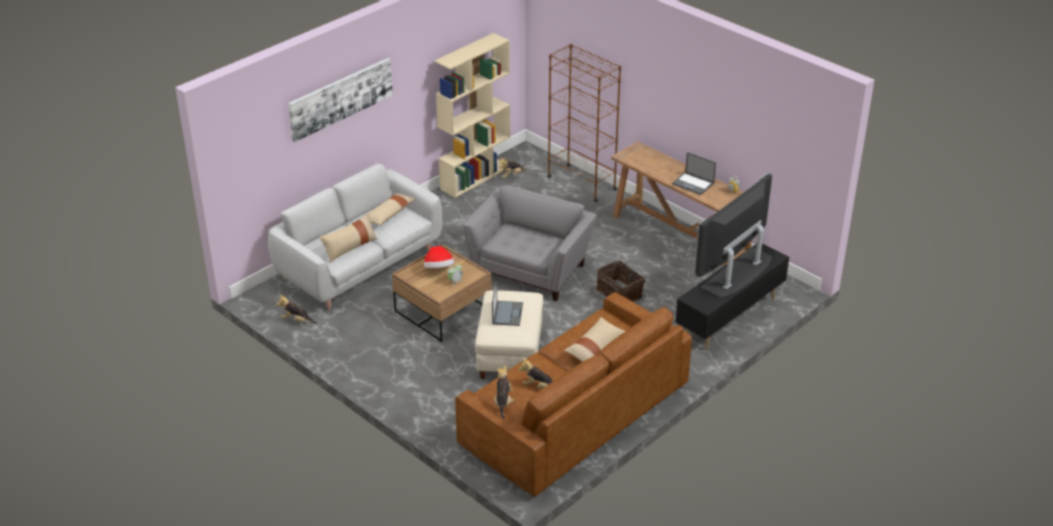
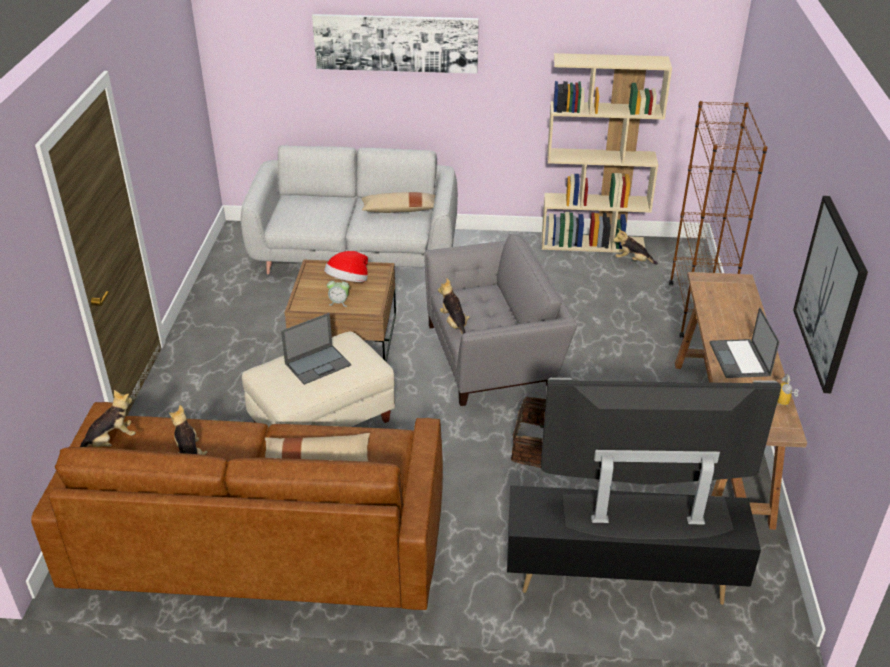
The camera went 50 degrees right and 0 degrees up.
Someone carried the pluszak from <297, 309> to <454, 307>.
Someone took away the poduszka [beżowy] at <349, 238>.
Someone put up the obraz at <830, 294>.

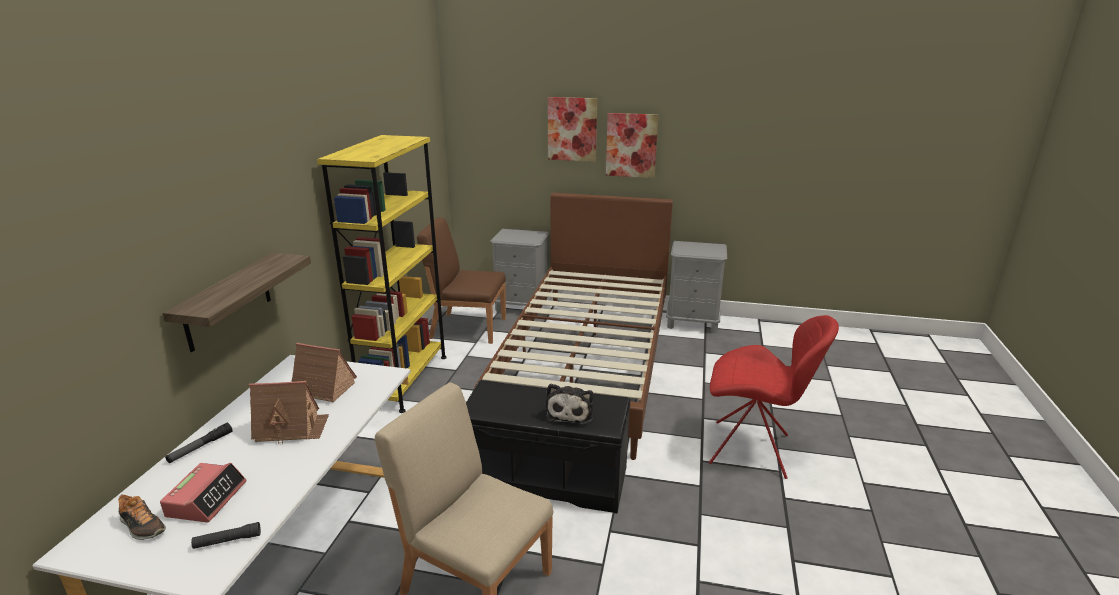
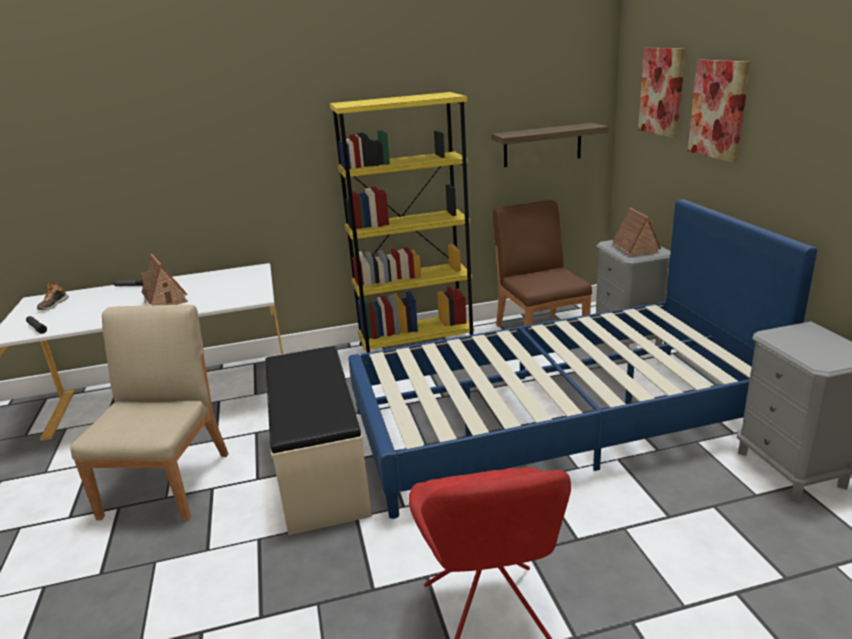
The camera went 65 degrees right and 0 degrees up.
Someone took away the budzik at <203, 493>.
Someone carried the półka from <236, 302> to <549, 145>.
Someone carried the domek from <324, 372> to <636, 232>.
Someone repainted the ławka [czarny] at <548, 447>, which became the ławka [beżowy] at <318, 440>.
Someone repainted the łóżko [brązowy] at <573, 326>, which became the łóżko [niebieski] at <582, 359>.
Someone took away the pluszak at <569, 404>.
Someone carried the obraz from <632, 145> to <662, 93>.

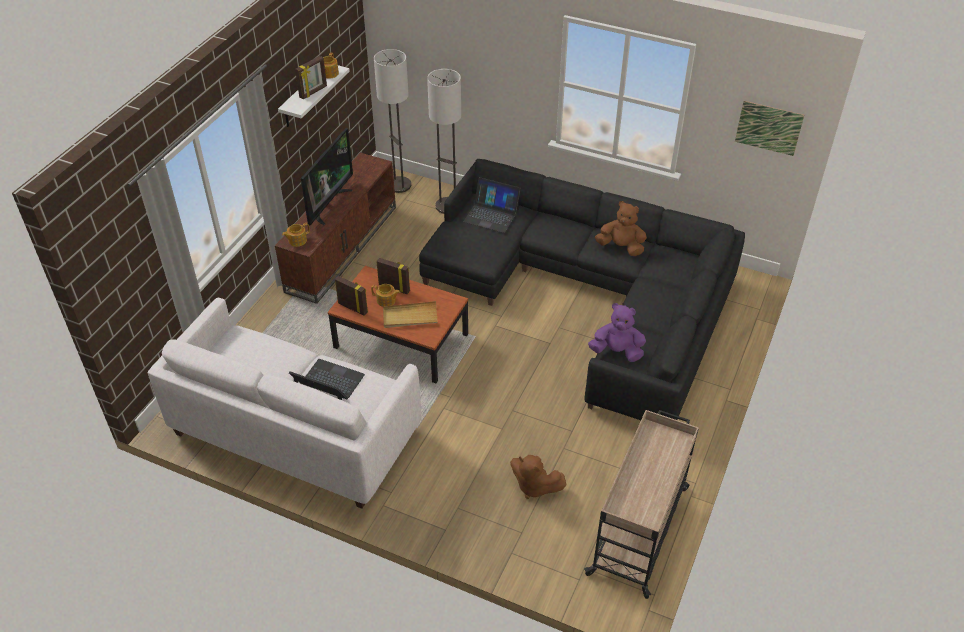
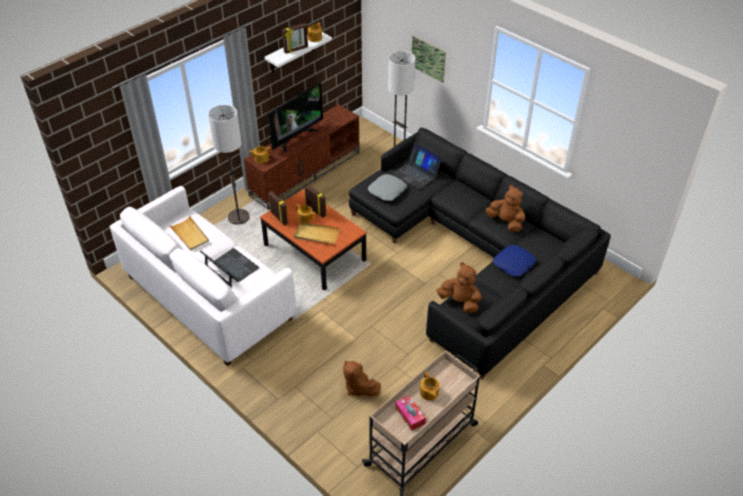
The camera went 20 degrees right and 0 degrees up.
Someone carried the lampa stojąca from <392, 121> to <229, 164>.
Someone repainted the pluszak [fioletowy] at <617, 332>, which became the pluszak [brązowy] at <459, 287>.
Someone carried the obraz from <769, 128> to <429, 59>.
Someone put down the taca [beżowy] at <189, 233>.
Someone put down the poduszka [szary] at <387, 187>.
Someone put down the pudełko chusteczek at <410, 413>.
Someone put down the imbryk at <429, 386>.
Someone put down the poduszka [niebieski] at <514, 261>.

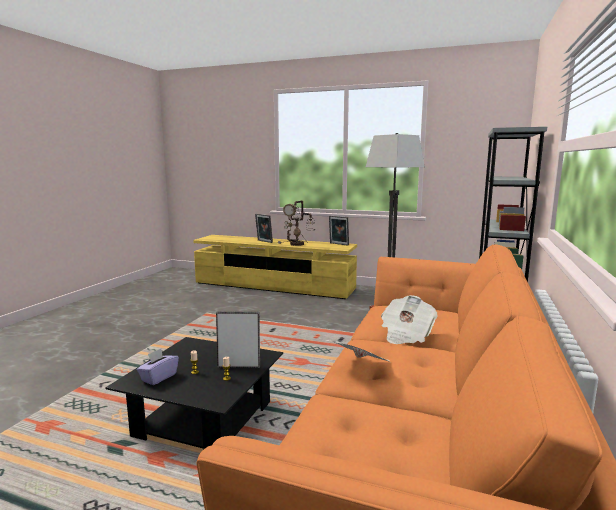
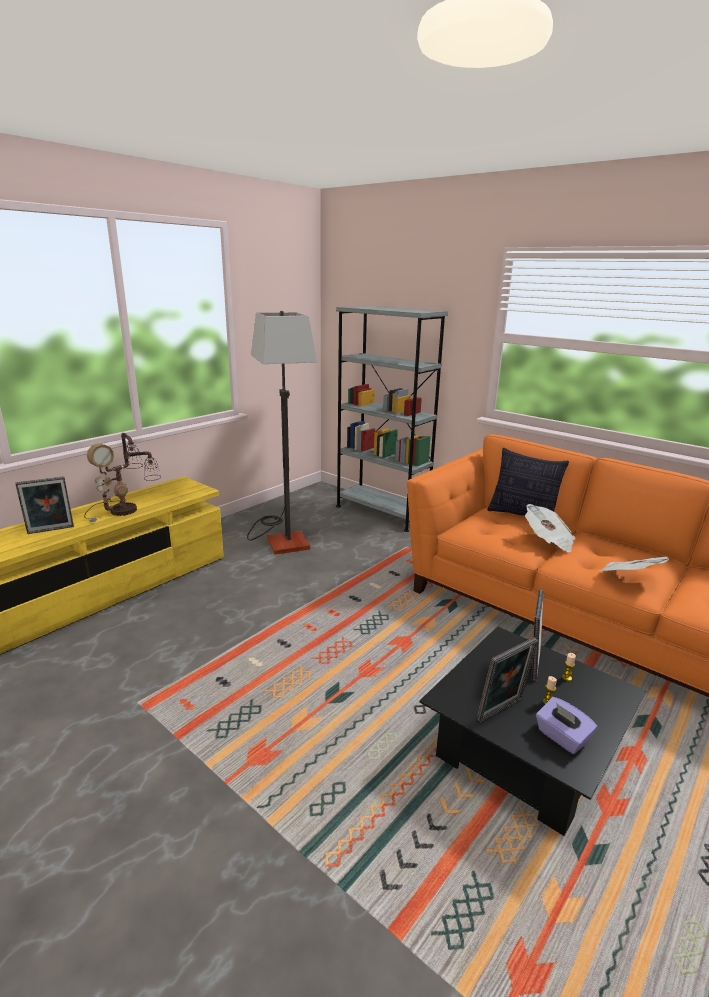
The camera went 70 degrees left and 10 degrees up.
Someone carried the ramka na zdjęcie from <339, 231> to <507, 680>.
Someone put down the poduszka at <528, 482>.

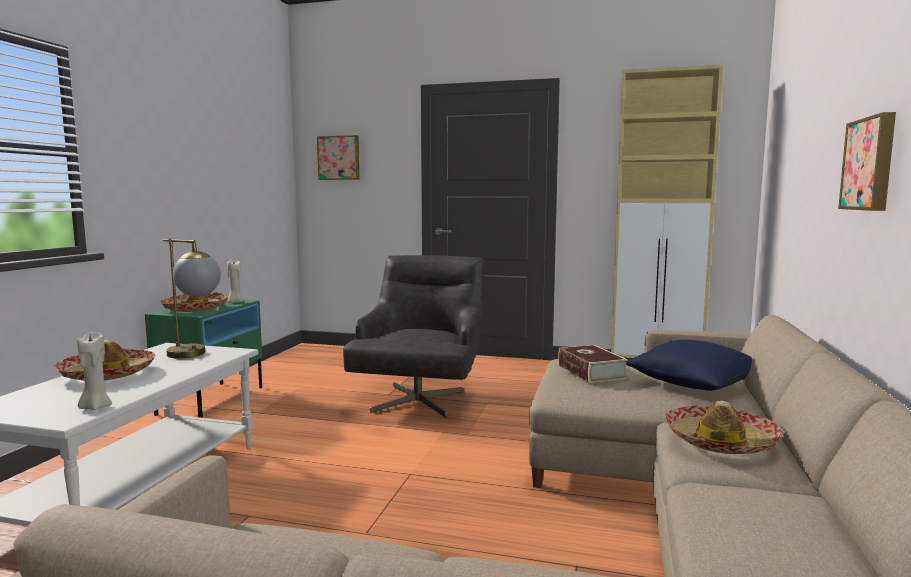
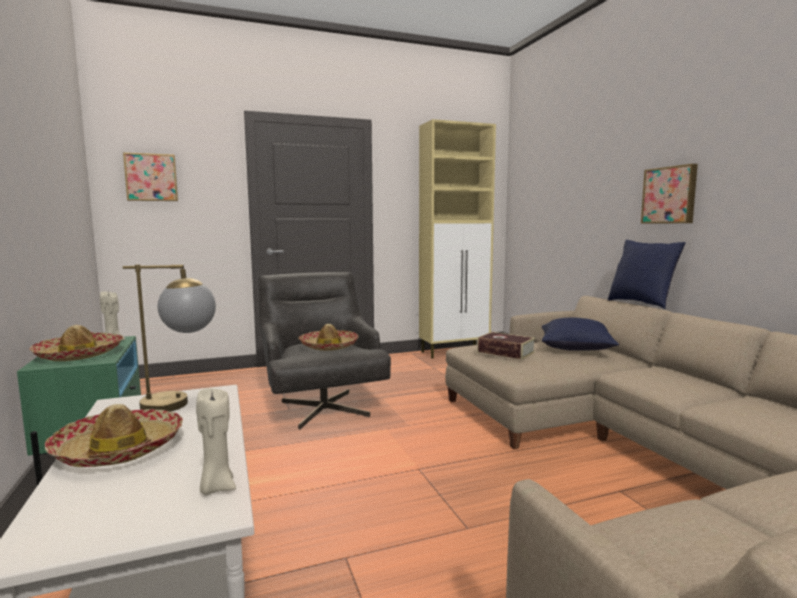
The camera went 35 degrees left and 0 degrees up.
Someone carried the kapelusz from <723, 427> to <328, 337>.
Someone put down the poduszka [niebieski] at <647, 274>.

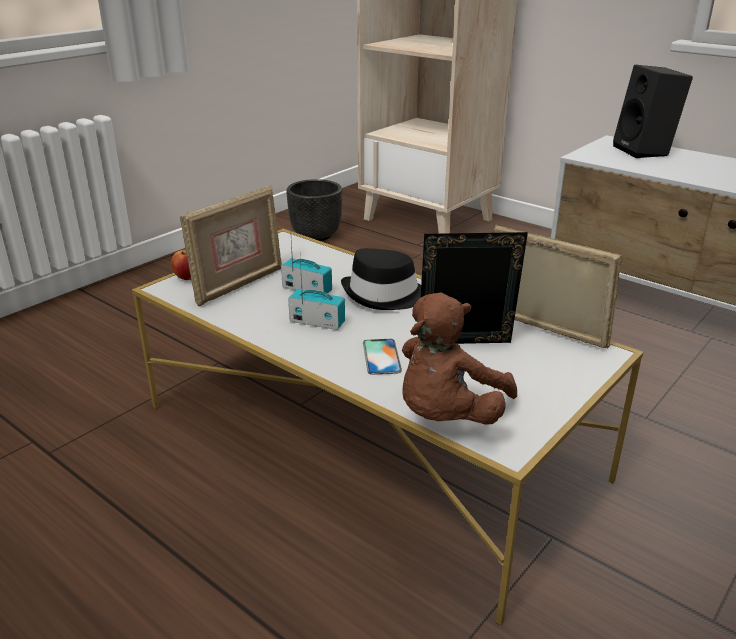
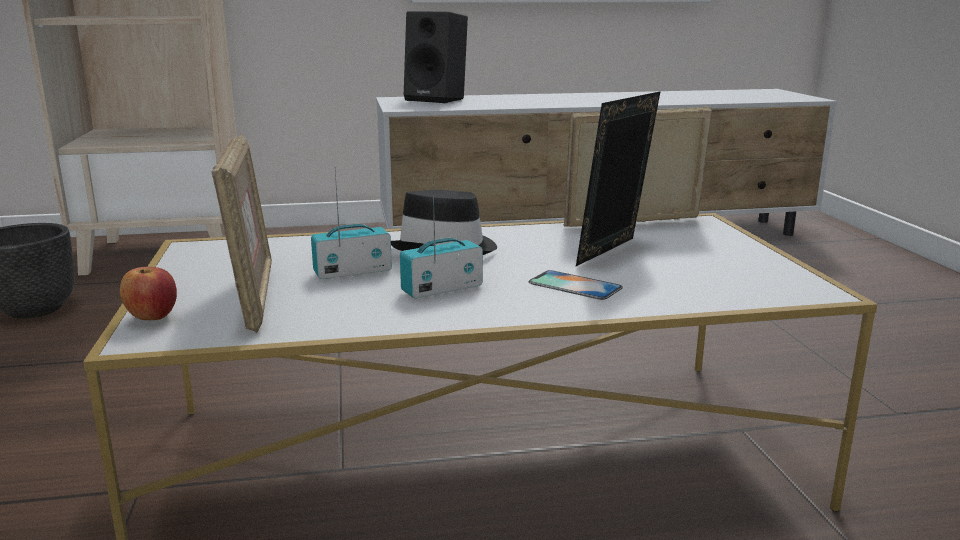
The camera went 50 degrees left and 10 degrees down.
Someone took away the pluszak [brązowy] at <459, 358>.

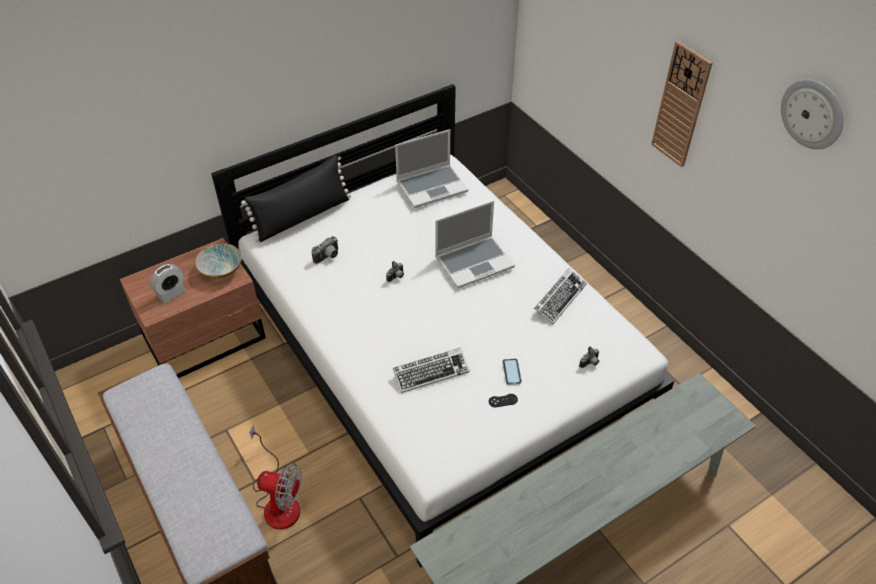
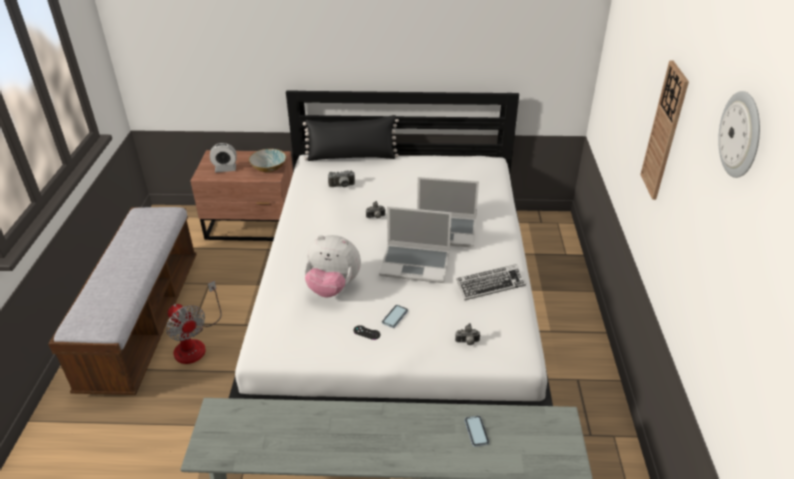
The camera went 35 degrees right and 10 degrees down.
Someone swapped the klawiatura at <431, 370> for the pluszak at <333, 266>.
Someone carried the laptop from <431, 168> to <415, 244>.
Someone put down the telefon at <477, 431>.

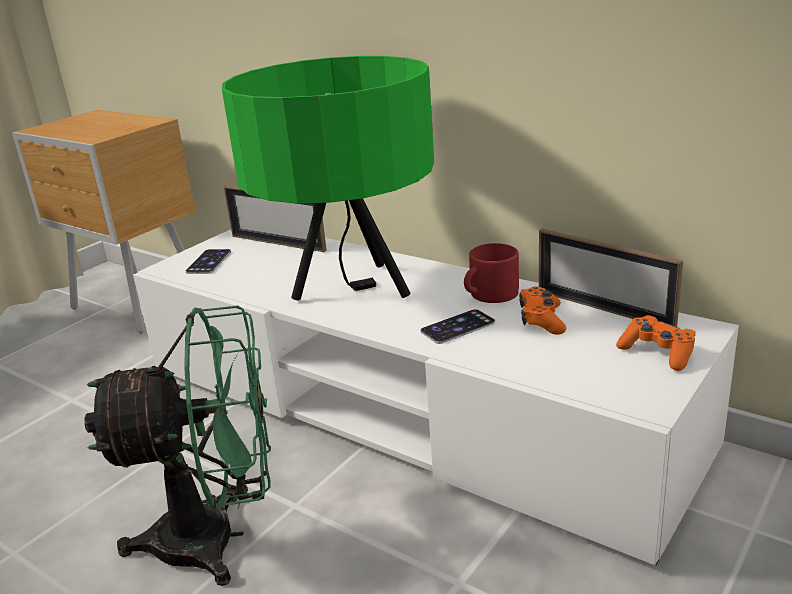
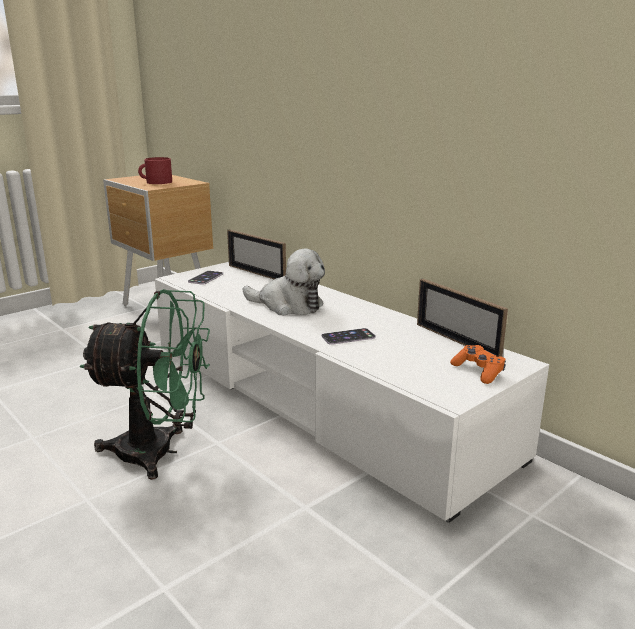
The camera went 10 degrees right and 5 degrees down.
Someone swapped the lampa stołowa [zielony] at <328, 178> for the pluszak at <283, 281>.
Someone carried the kubek [czerwony] from <491, 273> to <155, 170>.
Someone took away the pad do gier [pomarańczowy] at <542, 310>.

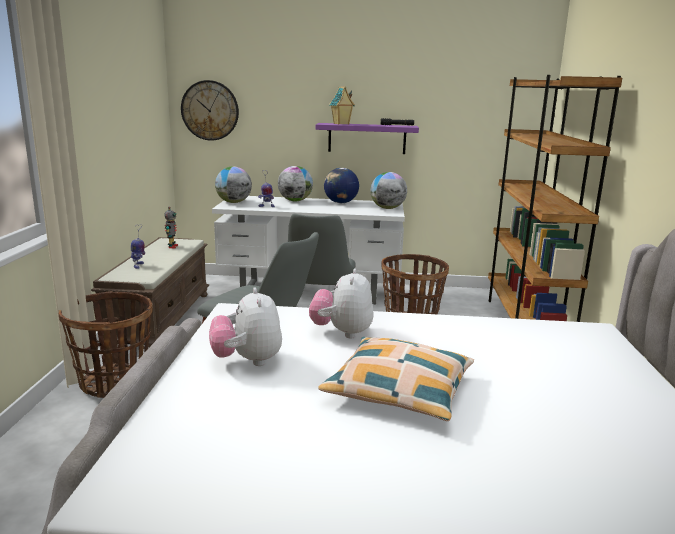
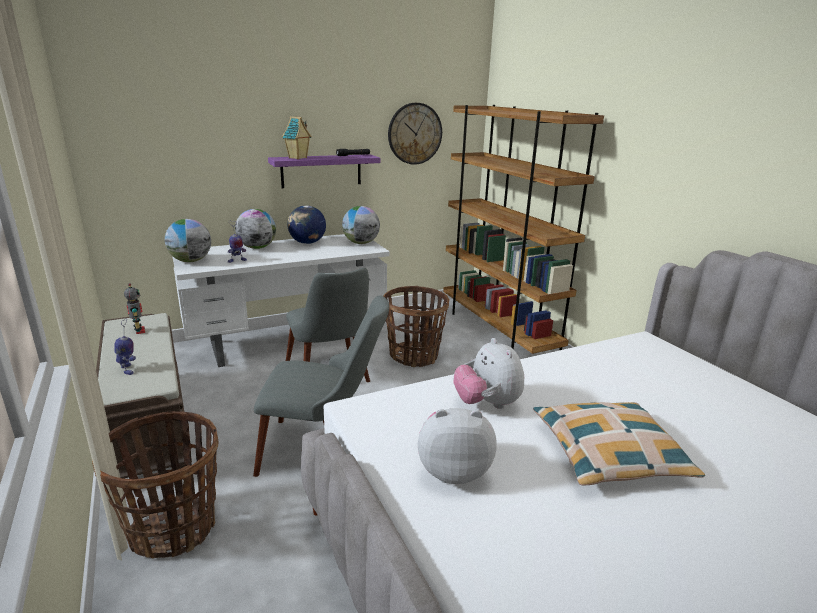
The camera went 30 degrees left and 5 degrees up.
Someone carried the zegar ścienny from <210, 110> to <415, 134>.
Someone rotated the pluszak at <245, 327> by 135 degrees clockwise.

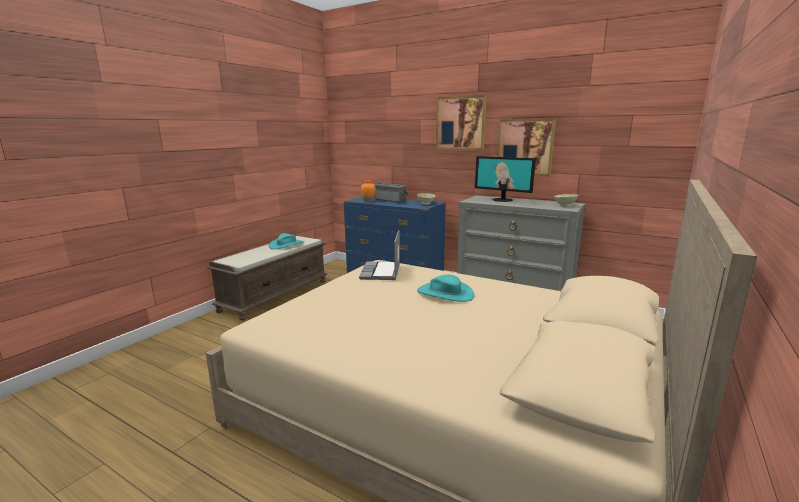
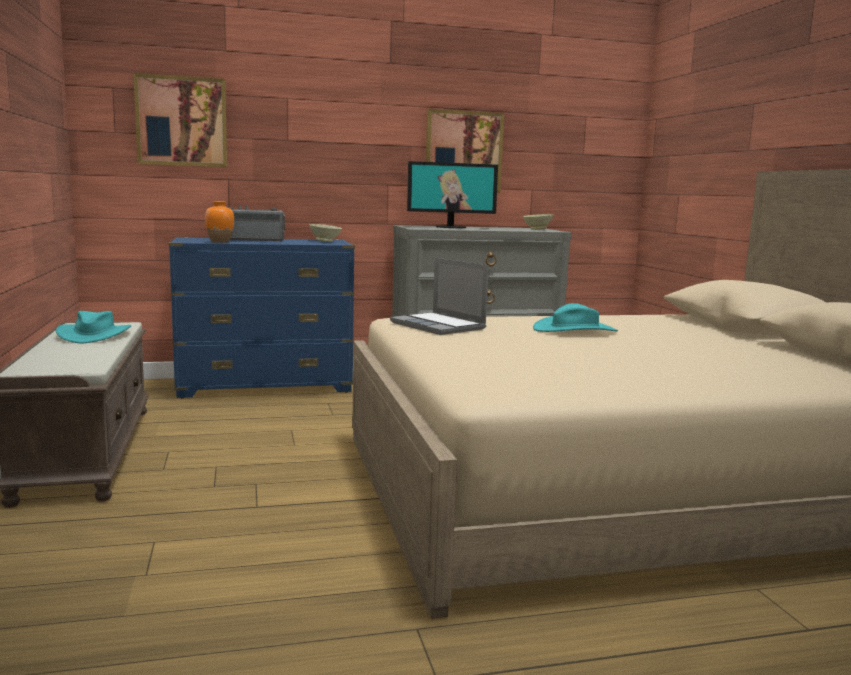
The camera went 45 degrees left and 5 degrees down.
Someone carried the obraz from <461, 122> to <180, 120>.

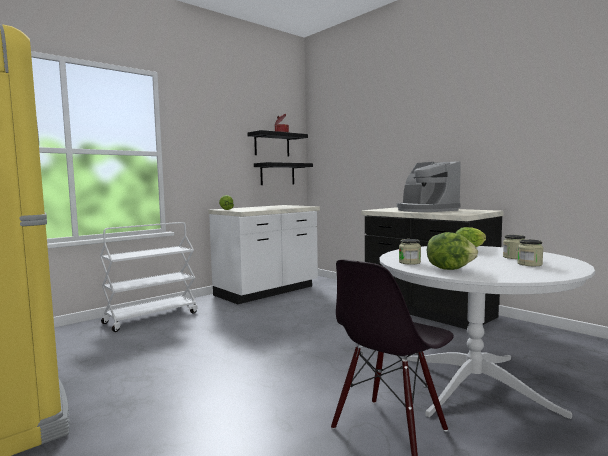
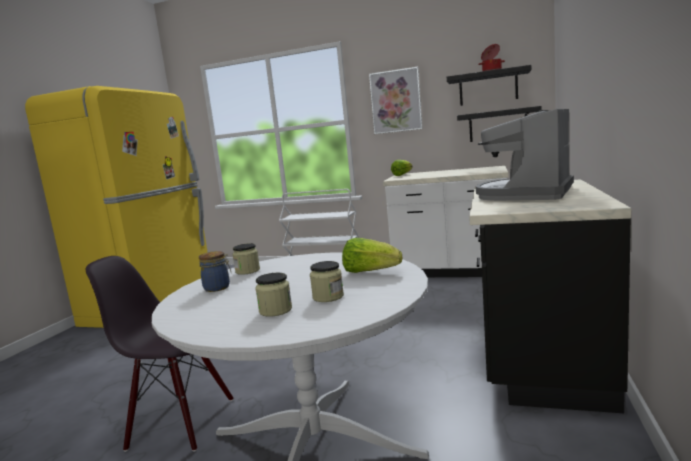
The camera went 60 degrees right and 5 degrees up.
Someone swapped the sałata at <452, 251> for the słoik at <215, 271>.
Someone put up the obraz at <396, 100>.

